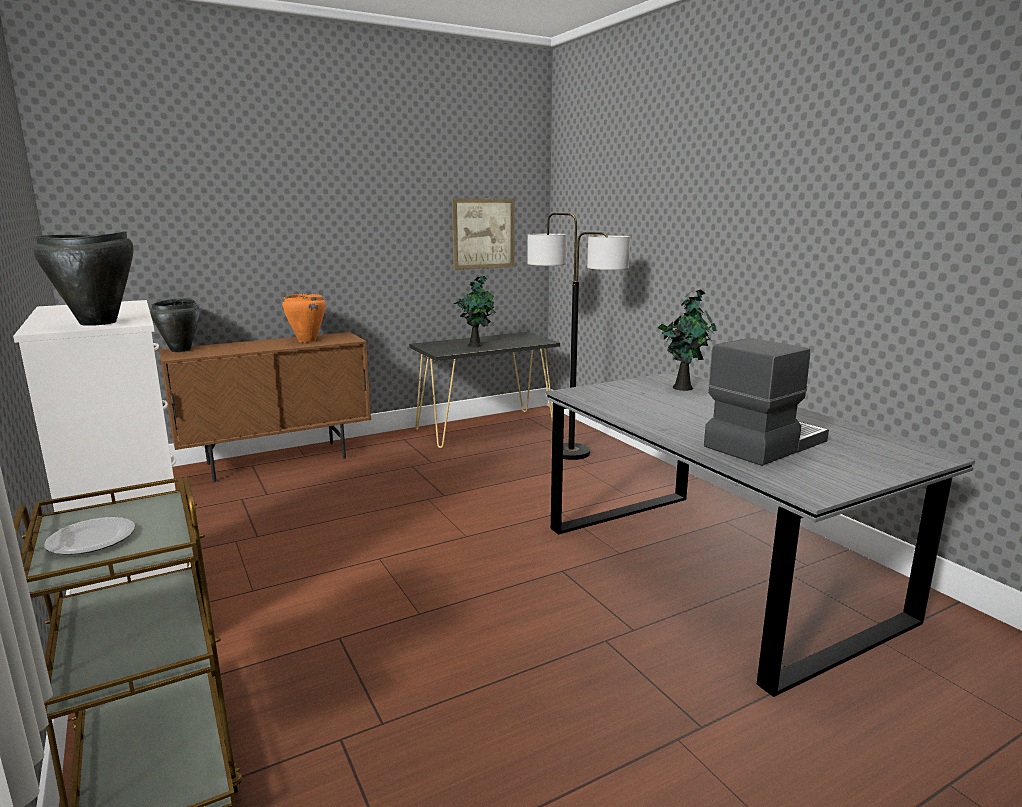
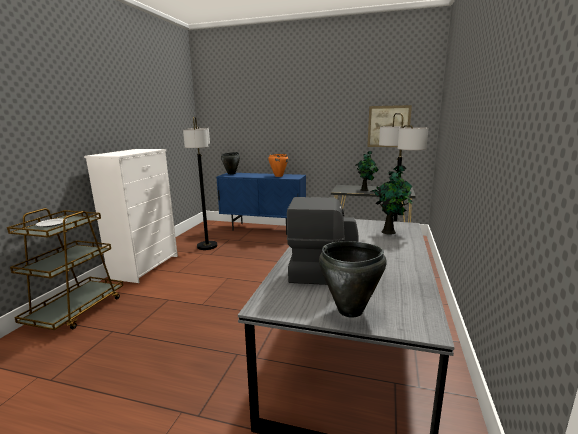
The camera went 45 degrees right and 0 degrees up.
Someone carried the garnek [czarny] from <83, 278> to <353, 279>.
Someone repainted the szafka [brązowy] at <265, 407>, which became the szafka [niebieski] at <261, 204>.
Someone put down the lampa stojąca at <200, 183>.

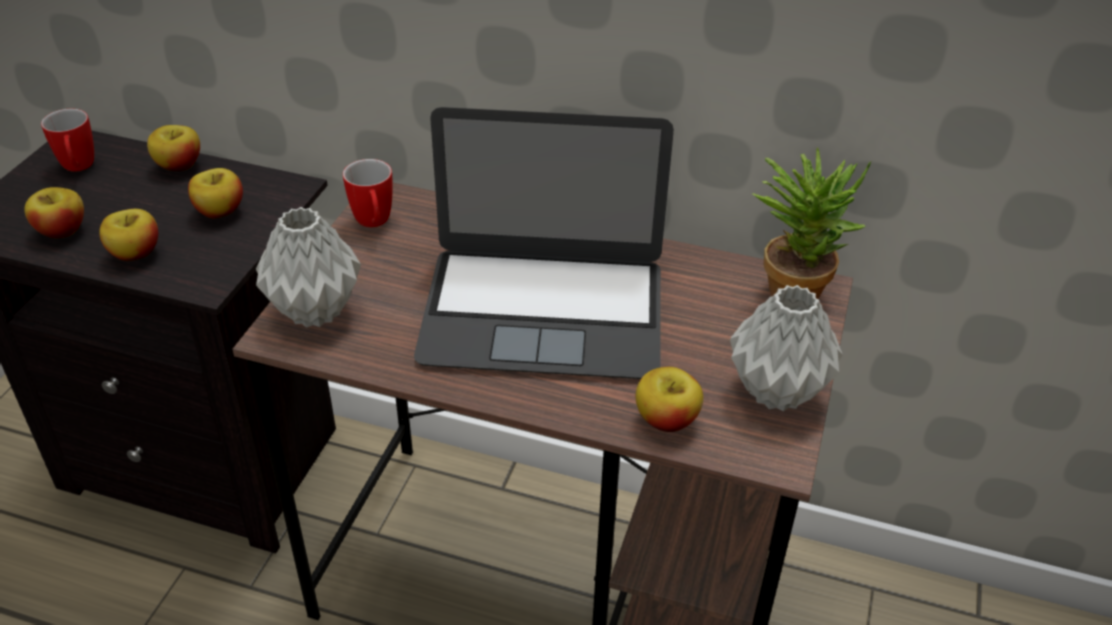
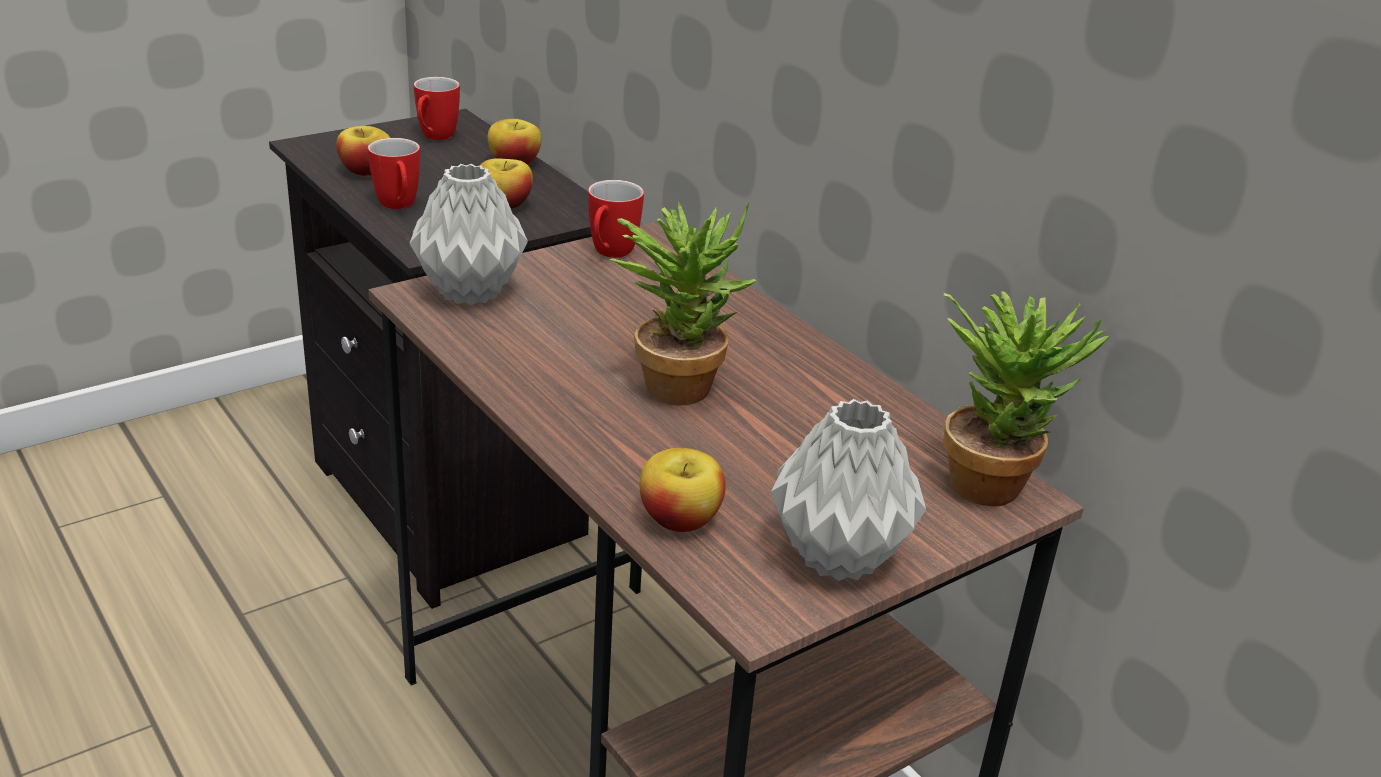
The camera went 35 degrees right and 10 degrees down.
Someone swapped the jabłko at <128, 235> for the kubek at <394, 173>.
Someone swapped the laptop at <544, 243> for the roślina doniczkowa at <683, 303>.

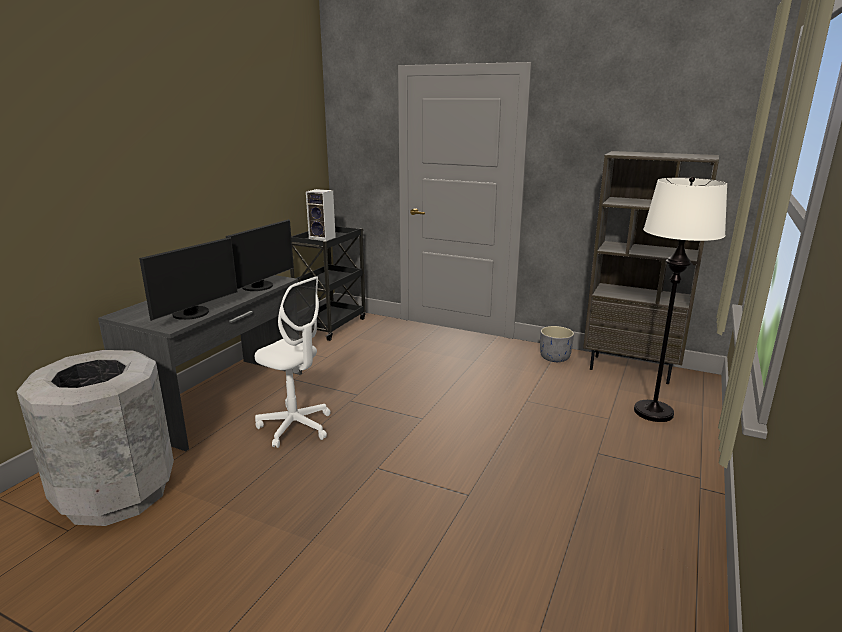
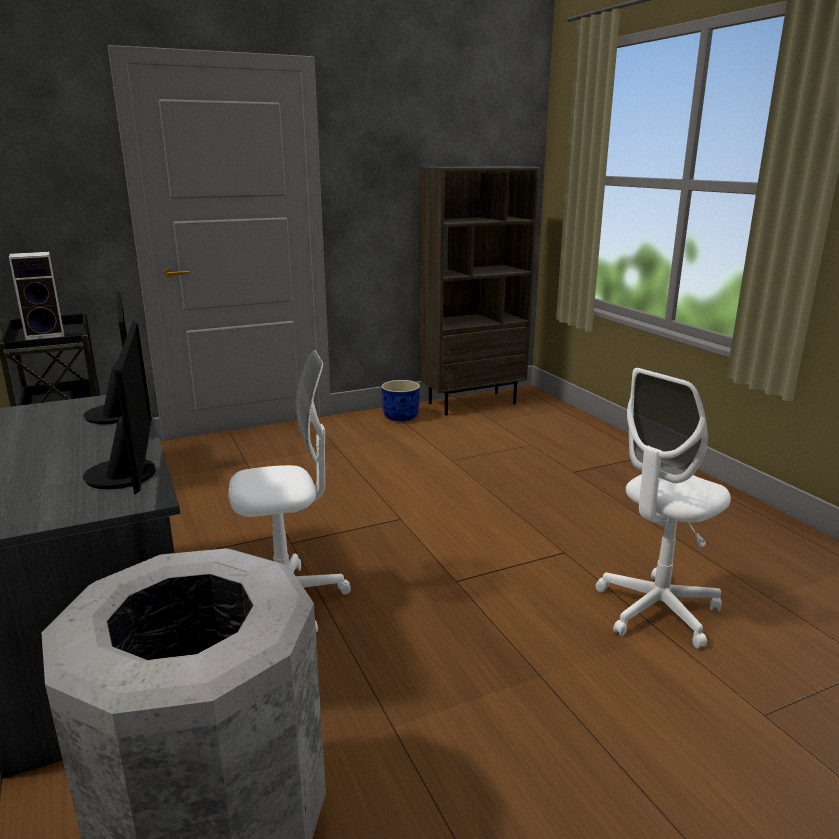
The camera went 50 degrees left and 0 degrees up.
Someone repainted the donica [szary] at <557, 344>, which became the donica [niebieski] at <400, 401>.
Someone took away the lampa stojąca [biały] at <680, 299>.
Someone put down the krzesło biurowe [biały] at <663, 508>.

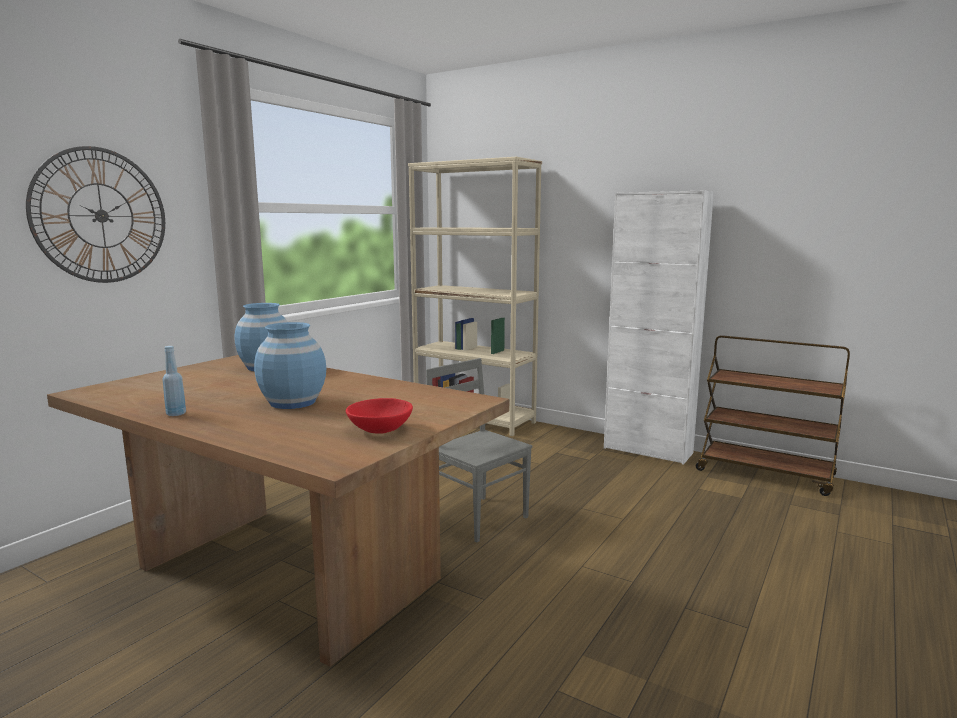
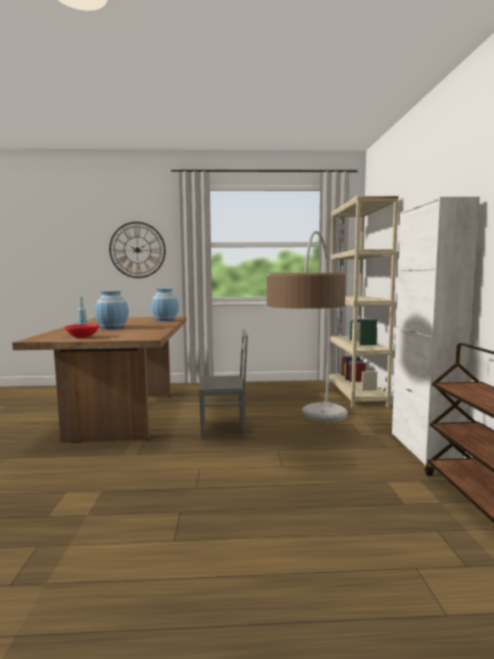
The camera went 55 degrees right and 5 degrees down.
Someone rotated the krzesło [szary] at <479, 450> by 75 degrees clockwise.
Someone put down the lampa stojąca at <307, 326>.

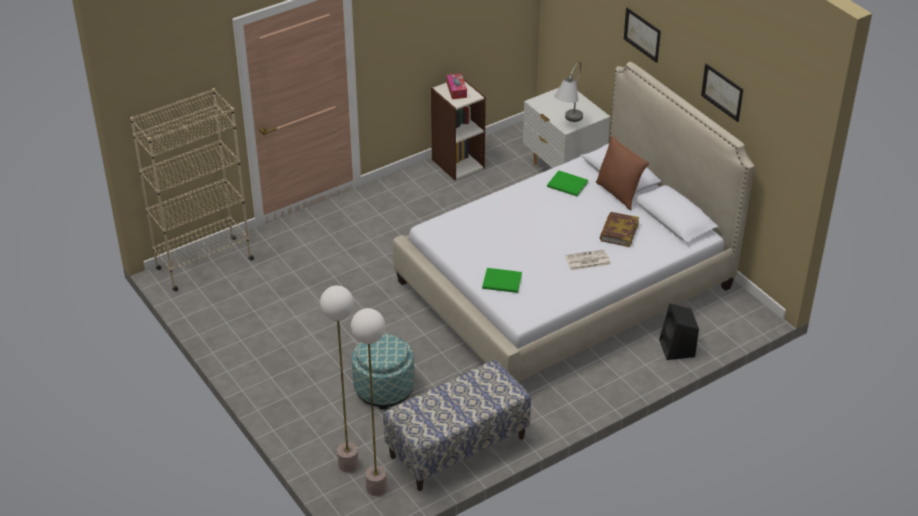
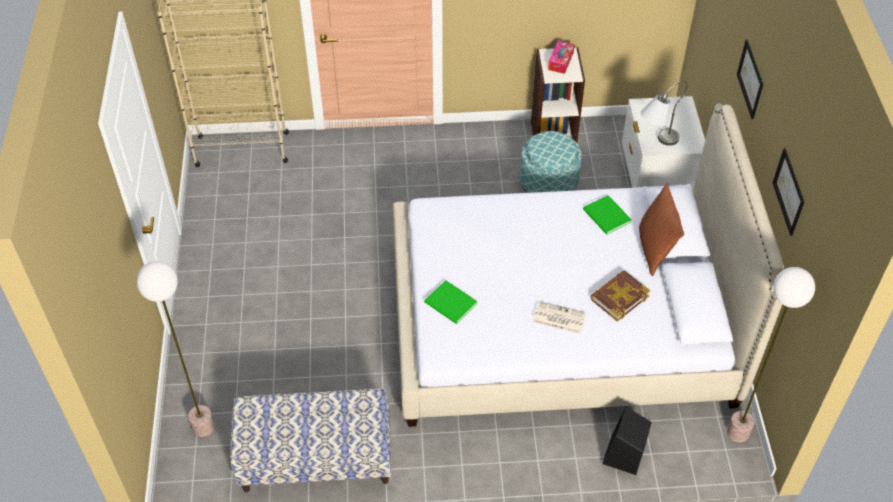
The camera went 30 degrees right and 10 degrees up.
Someone carried the lampa stojąca from <369, 402> to <771, 355>.
Someone carried the pufa from <383, 372> to <551, 162>.

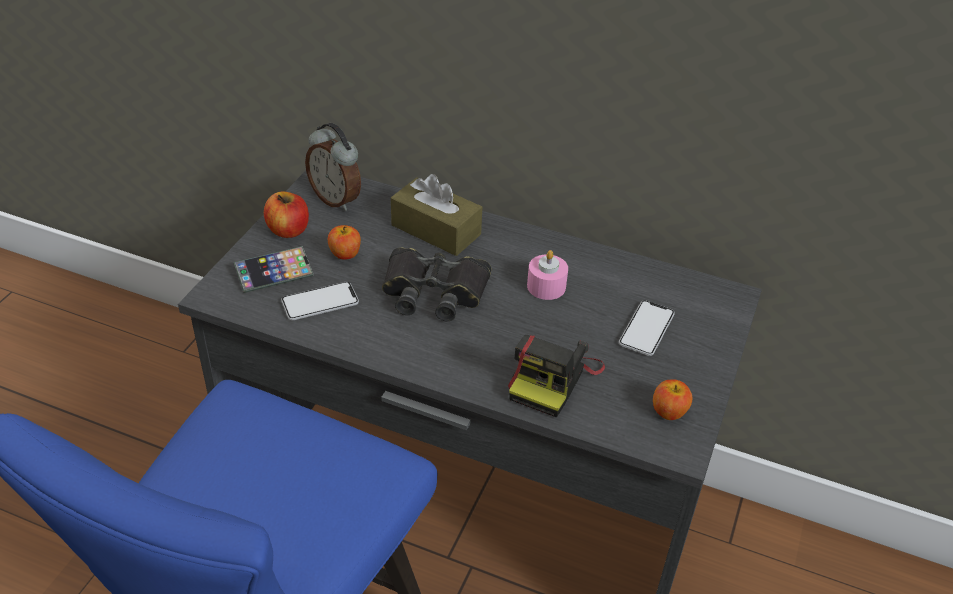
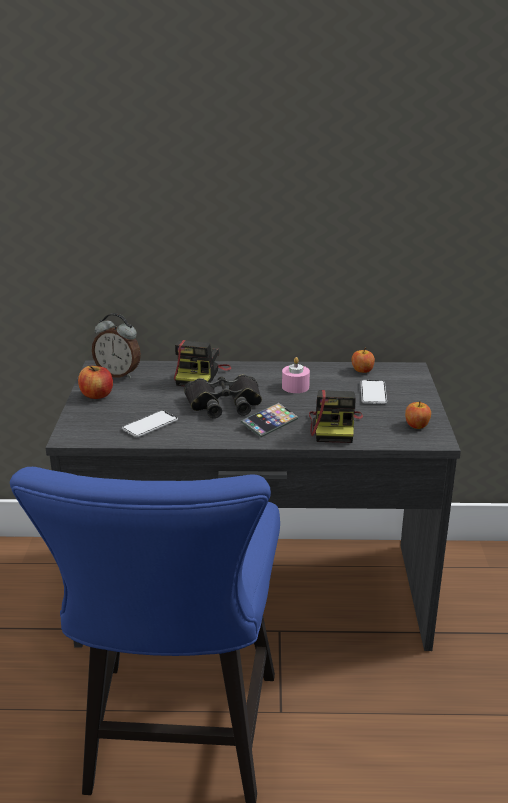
The camera went 20 degrees left and 15 degrees down.
Someone carried the telefon from <274, 269> to <270, 420>.
Someone carried the jabłko from <344, 242> to <363, 360>.
Someone swapped the pudełko chusteczek [brązowy] at <436, 215> for the aparat fotograficzny at <202, 363>.

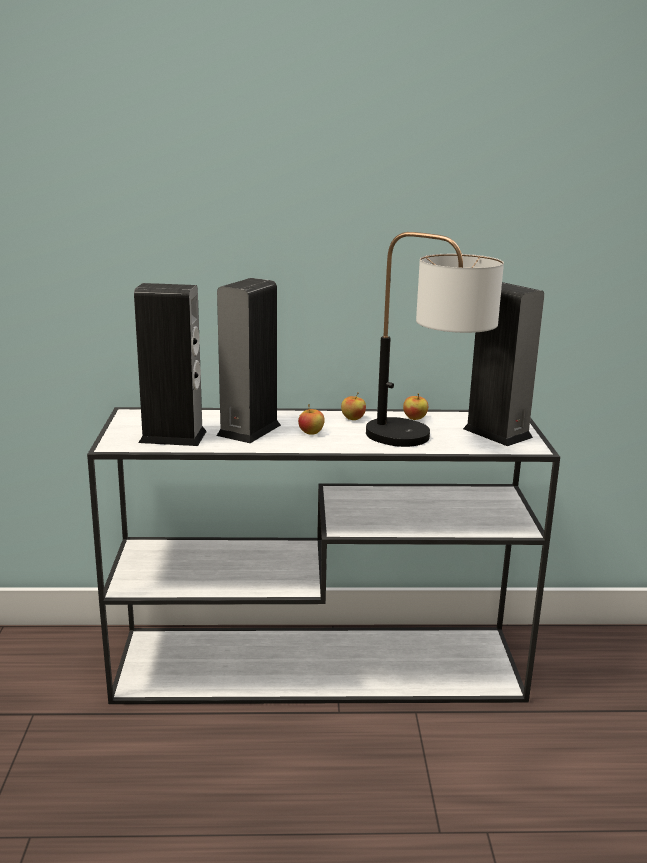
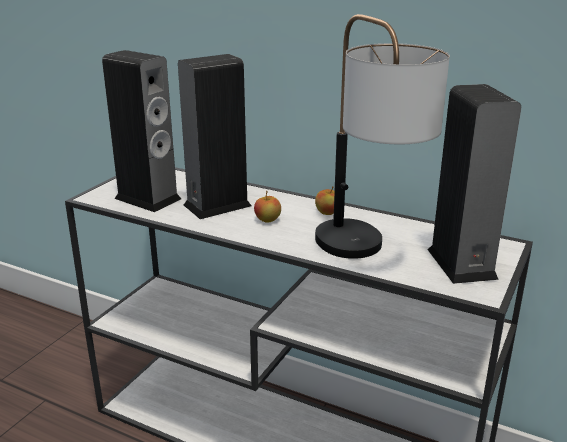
The camera went 30 degrees right and 5 degrees up.
Someone took away the jabłko at <415, 406>.

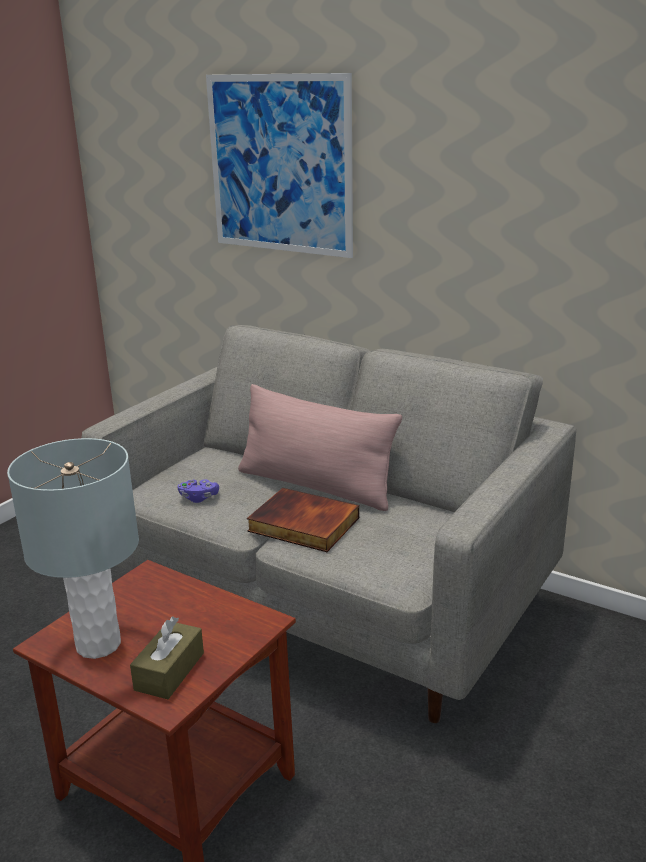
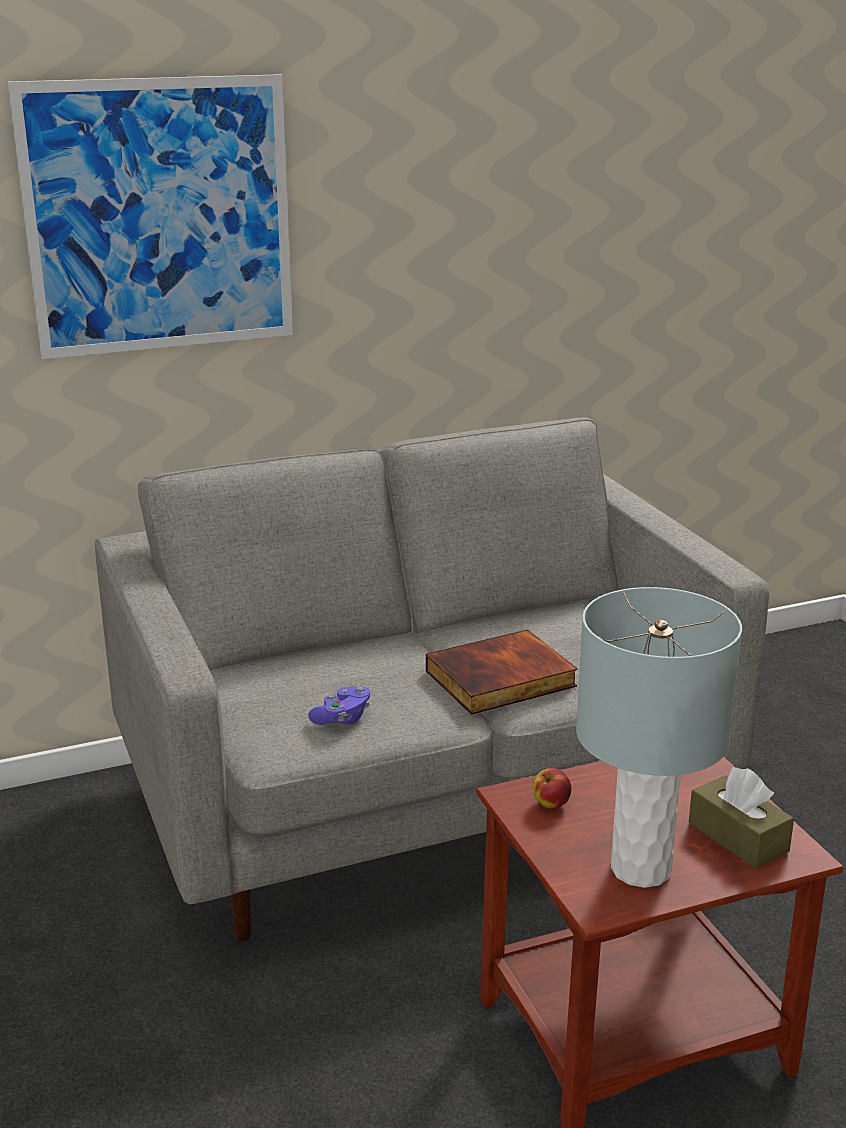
The camera went 55 degrees left and 0 degrees up.
Someone took away the poduszka [różowy] at <320, 447>.
Someone put down the jabłko at <552, 788>.

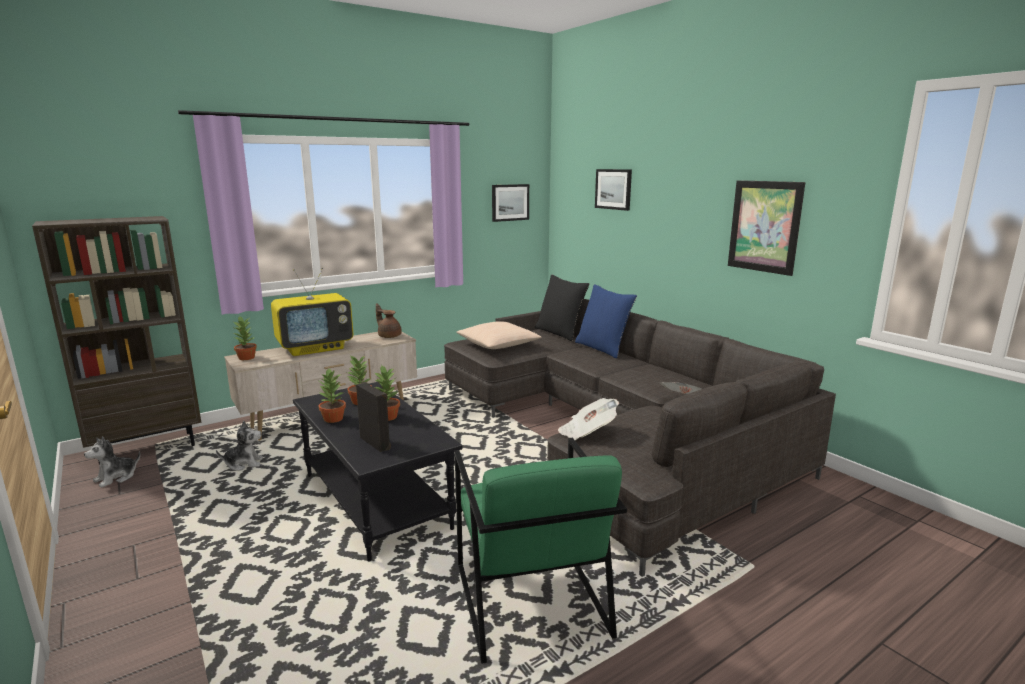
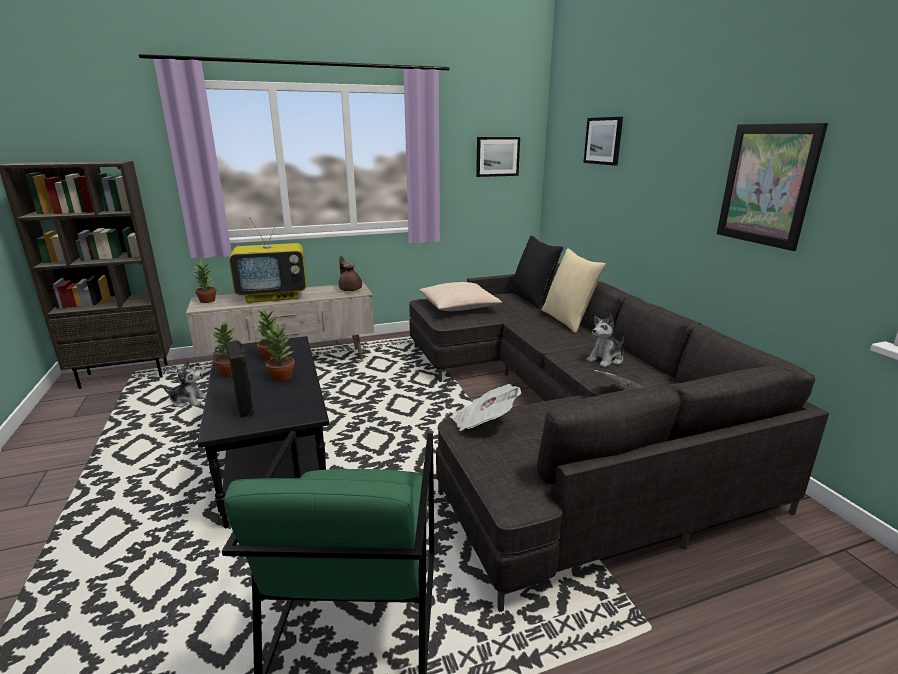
The camera went 15 degrees right and 5 degrees up.
Someone carried the pluszak from <112, 462> to <605, 341>.
Someone repainted the poduszka [niebieski] at <606, 321>, which became the poduszka [beżowy] at <574, 290>.

